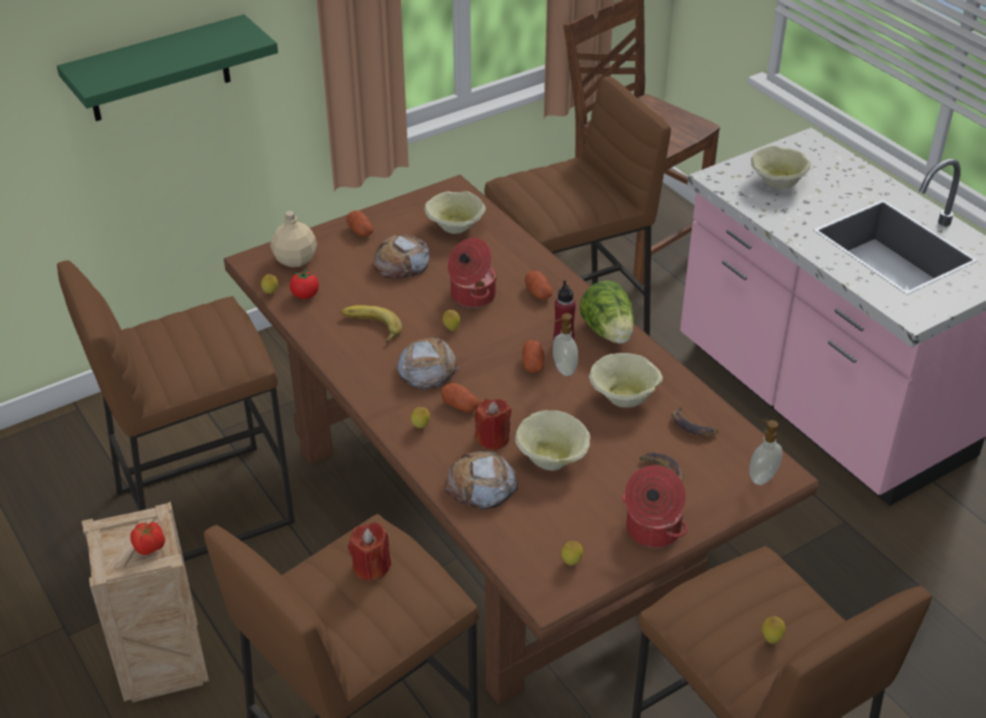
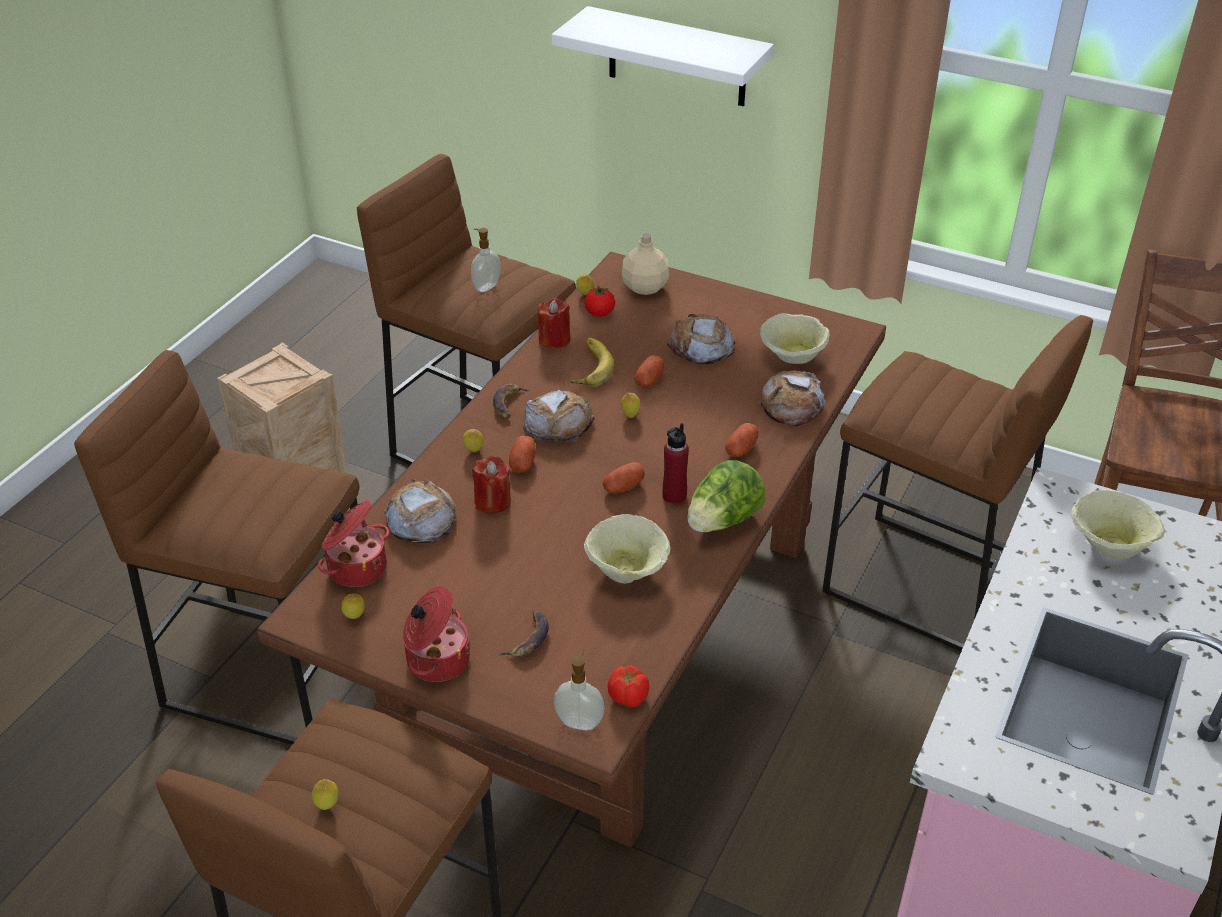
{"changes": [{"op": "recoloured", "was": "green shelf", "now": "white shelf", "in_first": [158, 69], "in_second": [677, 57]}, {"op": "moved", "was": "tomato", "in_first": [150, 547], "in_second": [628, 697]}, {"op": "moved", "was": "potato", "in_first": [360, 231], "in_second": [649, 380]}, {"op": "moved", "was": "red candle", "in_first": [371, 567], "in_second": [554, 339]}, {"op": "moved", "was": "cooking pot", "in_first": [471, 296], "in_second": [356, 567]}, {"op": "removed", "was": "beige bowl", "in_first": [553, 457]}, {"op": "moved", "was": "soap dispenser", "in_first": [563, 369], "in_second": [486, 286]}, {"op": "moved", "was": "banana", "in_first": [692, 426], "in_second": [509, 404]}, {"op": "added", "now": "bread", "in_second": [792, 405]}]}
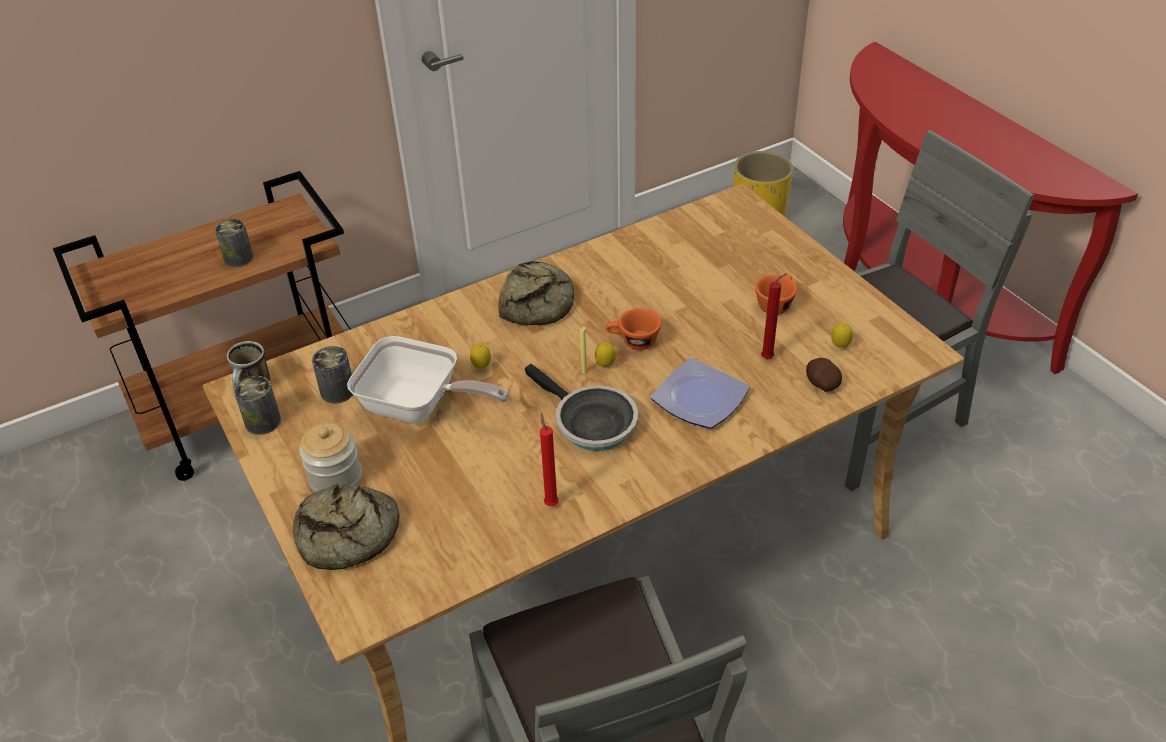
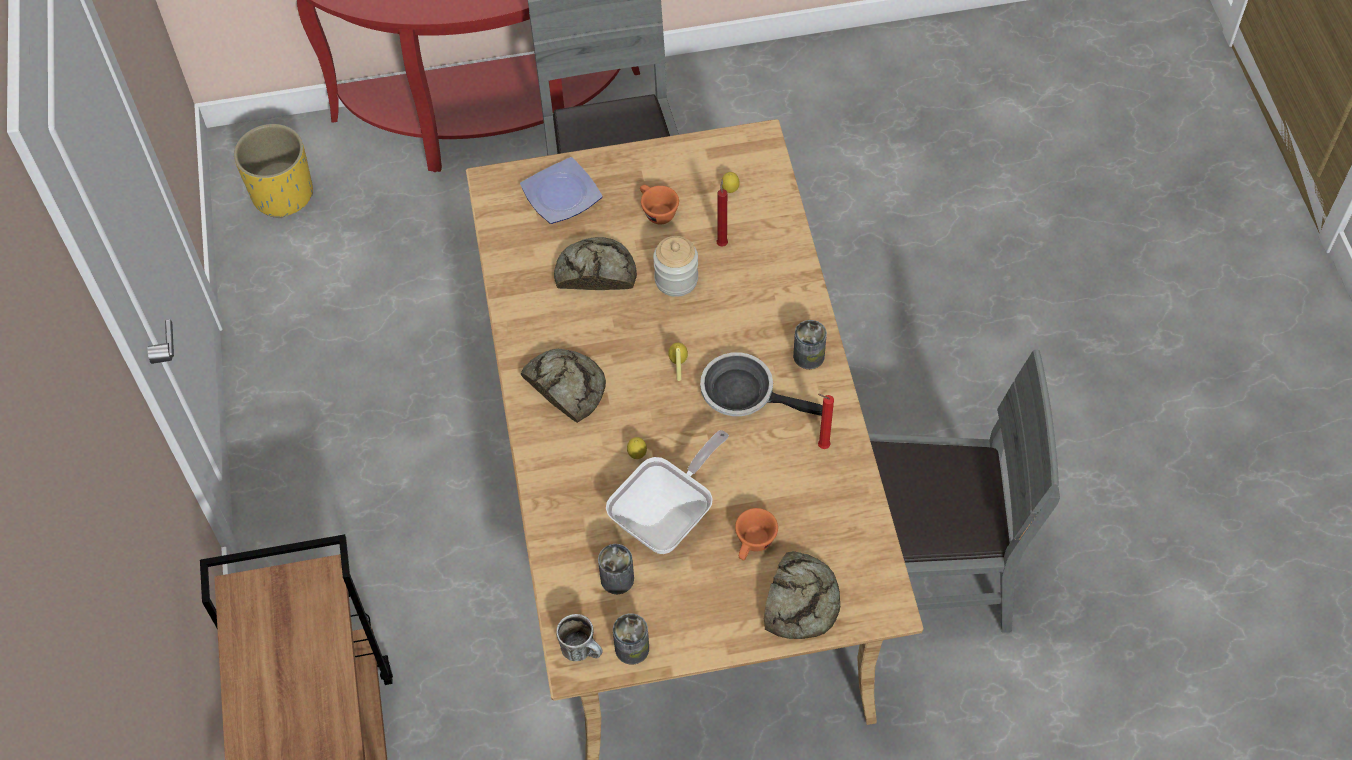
{"changes": [{"op": "moved", "was": "can", "in_first": [239, 258], "in_second": [808, 356]}, {"op": "moved", "was": "jar", "in_first": [336, 479], "in_second": [676, 279]}, {"op": "turned", "was": "frying pan", "in_first": [590, 423], "in_second": [744, 393], "clockwise": -135}, {"op": "moved", "was": "orange cup", "in_first": [633, 342], "in_second": [753, 544]}, {"op": "moved", "was": "plate", "in_first": [697, 399], "in_second": [561, 196]}, {"op": "removed", "was": "potato", "in_first": [821, 384]}, {"op": "added", "now": "bread", "in_second": [595, 272]}]}
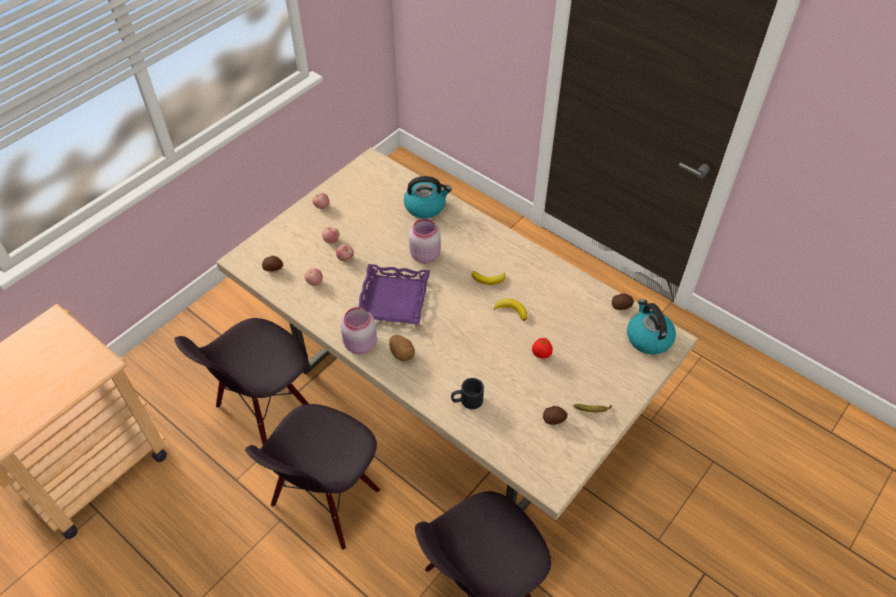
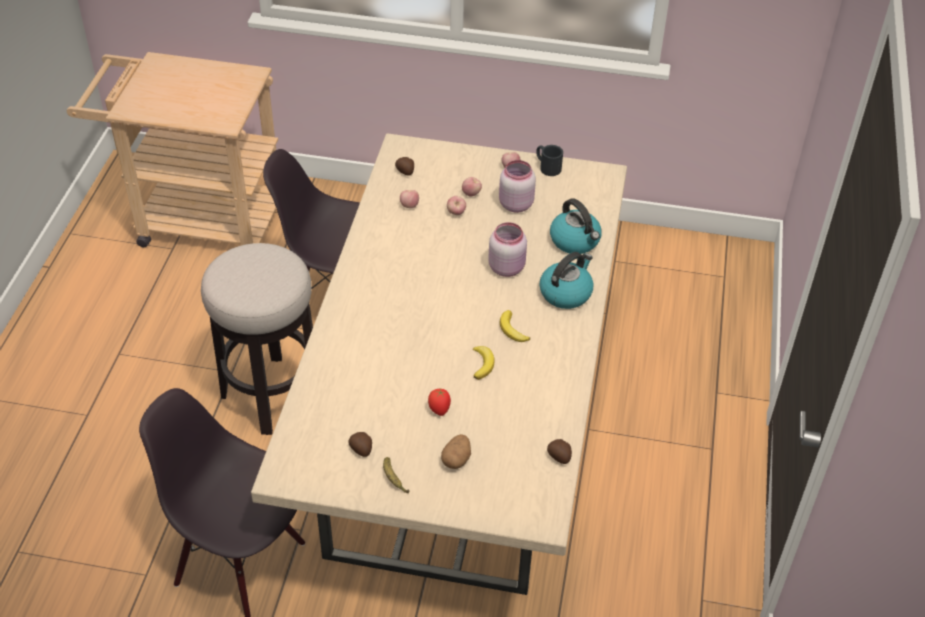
{"changes": [{"op": "replaced", "was": "black chair", "now": "stool", "in_first": [326, 500], "in_second": [271, 395]}, {"op": "moved", "was": "pink jar", "in_first": [359, 345], "in_second": [515, 204]}, {"op": "removed", "was": "purple tray", "in_first": [394, 299]}, {"op": "moved", "was": "potato", "in_first": [402, 353], "in_second": [456, 459]}, {"op": "moved", "was": "black mug", "in_first": [467, 401], "in_second": [547, 167]}, {"op": "moved", "was": "kettle", "in_first": [648, 338], "in_second": [566, 292]}]}
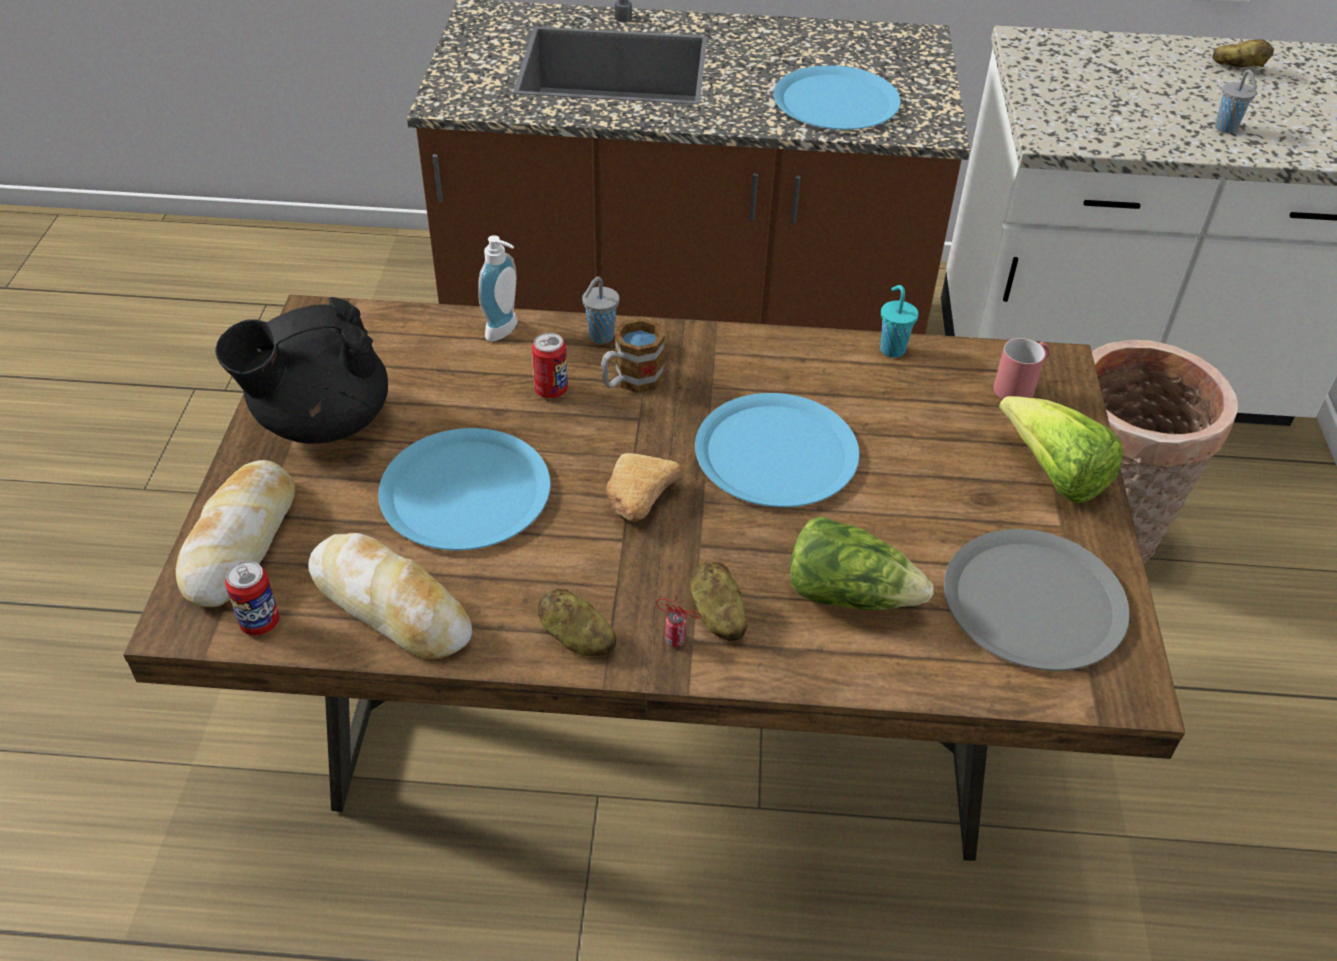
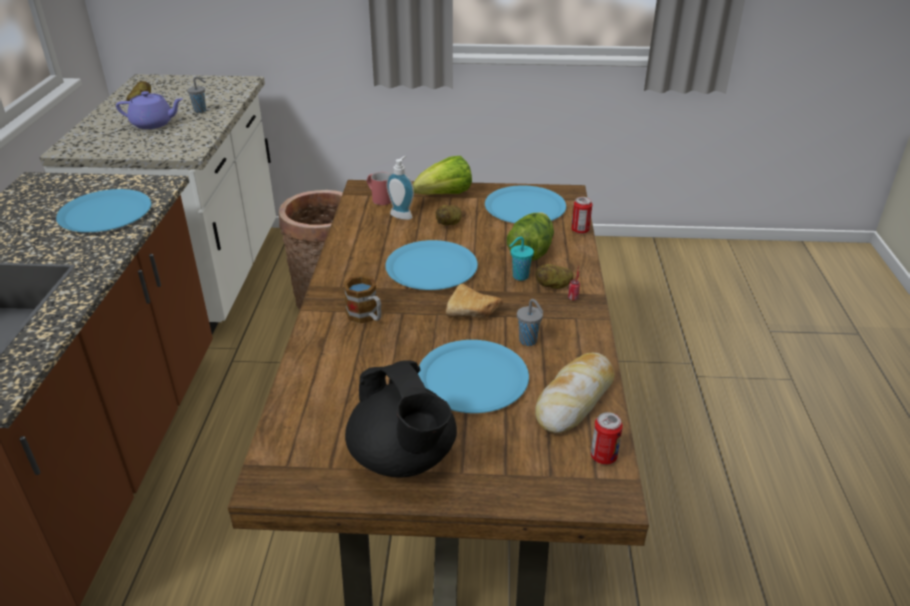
{"changes": [{"op": "removed", "was": "bread", "in_first": [241, 542]}, {"op": "moved", "was": "soap dispenser", "in_first": [505, 331], "in_second": [402, 214]}, {"op": "moved", "was": "can", "in_first": [551, 390], "in_second": [580, 230]}, {"op": "moved", "was": "potato", "in_first": [576, 639], "in_second": [449, 223]}, {"op": "moved", "was": "grey cup", "in_first": [600, 337], "in_second": [529, 341]}, {"op": "moved", "was": "turquoise cup", "in_first": [892, 349], "in_second": [519, 277]}, {"op": "recoloured", "was": "grey plate", "now": "blue plate", "in_first": [1034, 601], "in_second": [525, 207]}, {"op": "added", "now": "purple teapot", "in_second": [153, 124]}]}
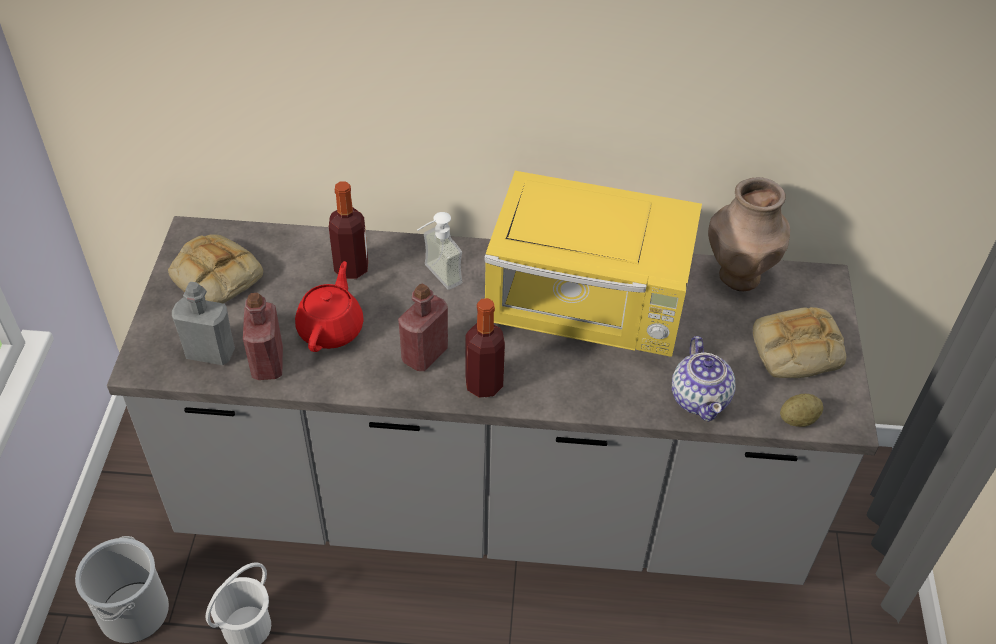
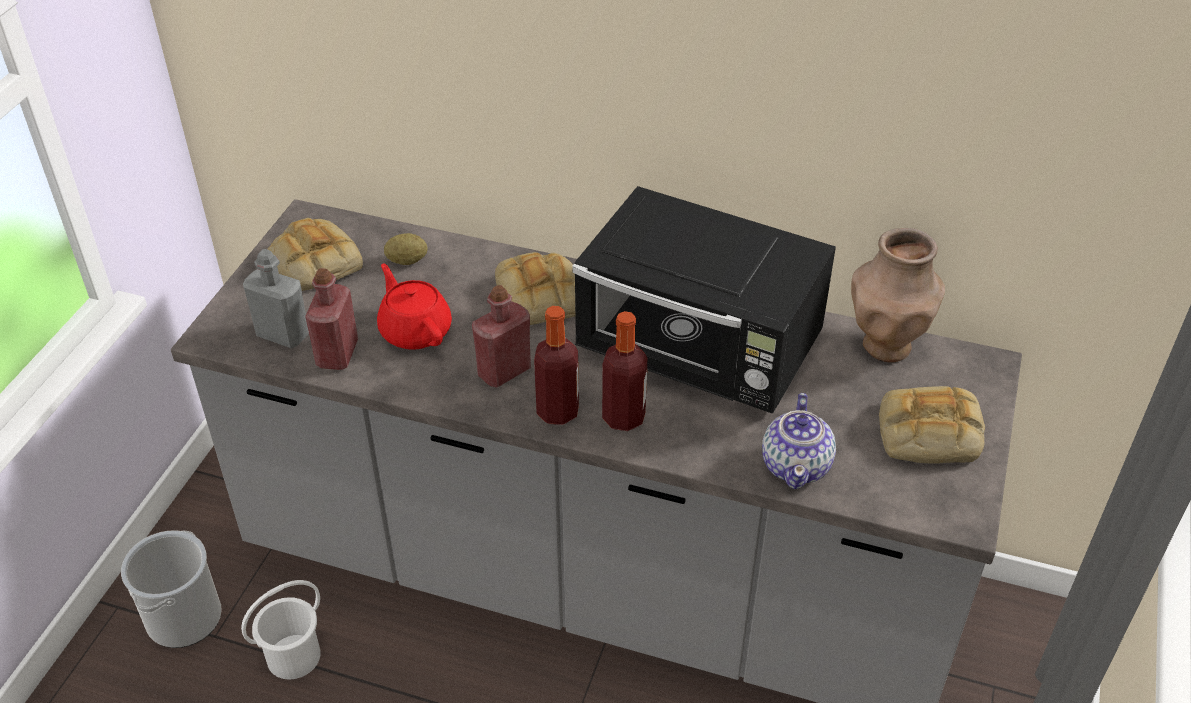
{"changes": [{"op": "turned", "was": "red teapot", "in_first": [331, 328], "in_second": [415, 330], "clockwise": -60}, {"op": "moved", "was": "bottle", "in_first": [351, 268], "in_second": [623, 417]}, {"op": "replaced", "was": "soap dispenser", "now": "bread", "in_first": [435, 278], "in_second": [542, 297]}, {"op": "recoloured", "was": "yellow microwave", "now": "black microwave", "in_first": [588, 310], "in_second": [700, 354]}, {"op": "moved", "was": "potato", "in_first": [798, 419], "in_second": [407, 261]}]}
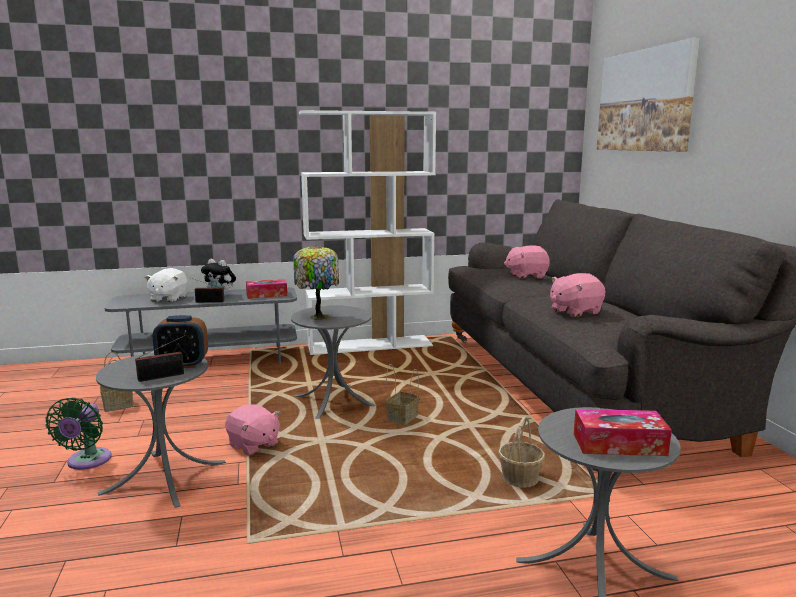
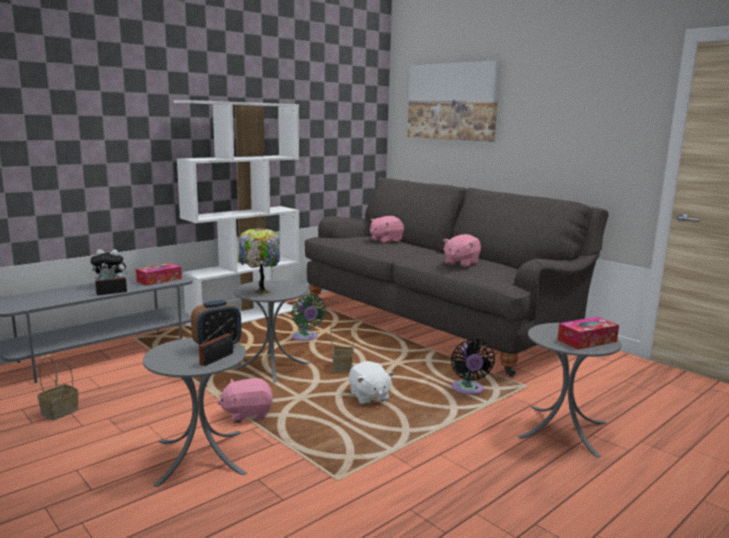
{"changes": [{"op": "moved", "was": "green fan", "in_first": [87, 462], "in_second": [305, 338]}, {"op": "moved", "was": "white plush toy", "in_first": [168, 299], "in_second": [369, 397]}, {"op": "turned", "was": "pink plush toy", "in_first": [253, 445], "in_second": [247, 414], "clockwise": 150}, {"op": "replaced", "was": "basket", "now": "black fan", "in_first": [520, 479], "in_second": [468, 390]}]}
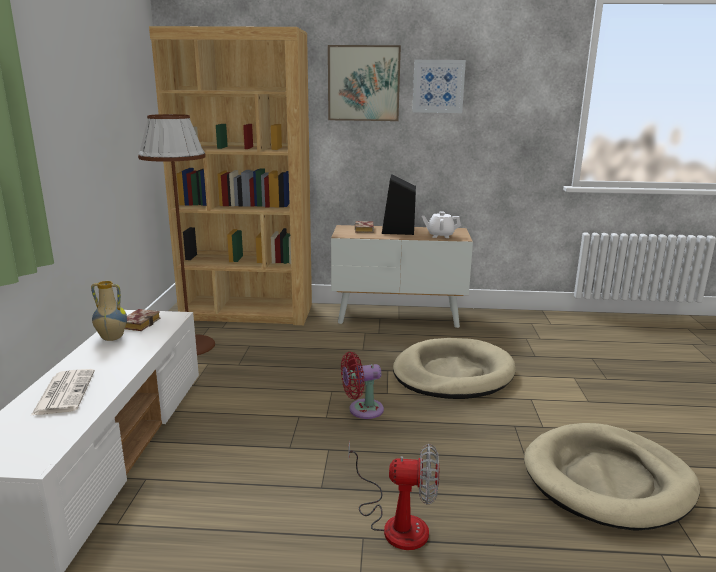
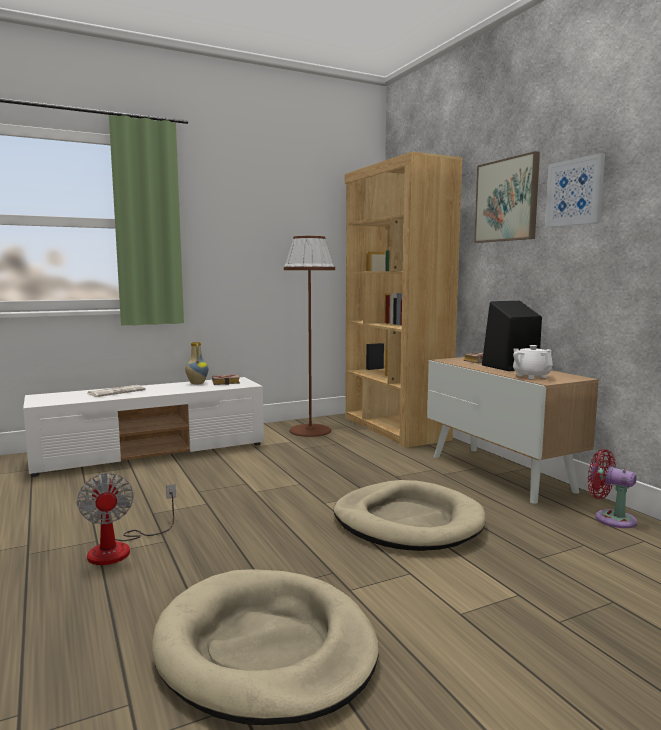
{"changes": [{"op": "moved", "was": "red fan", "in_first": [362, 410], "in_second": [610, 518]}]}
